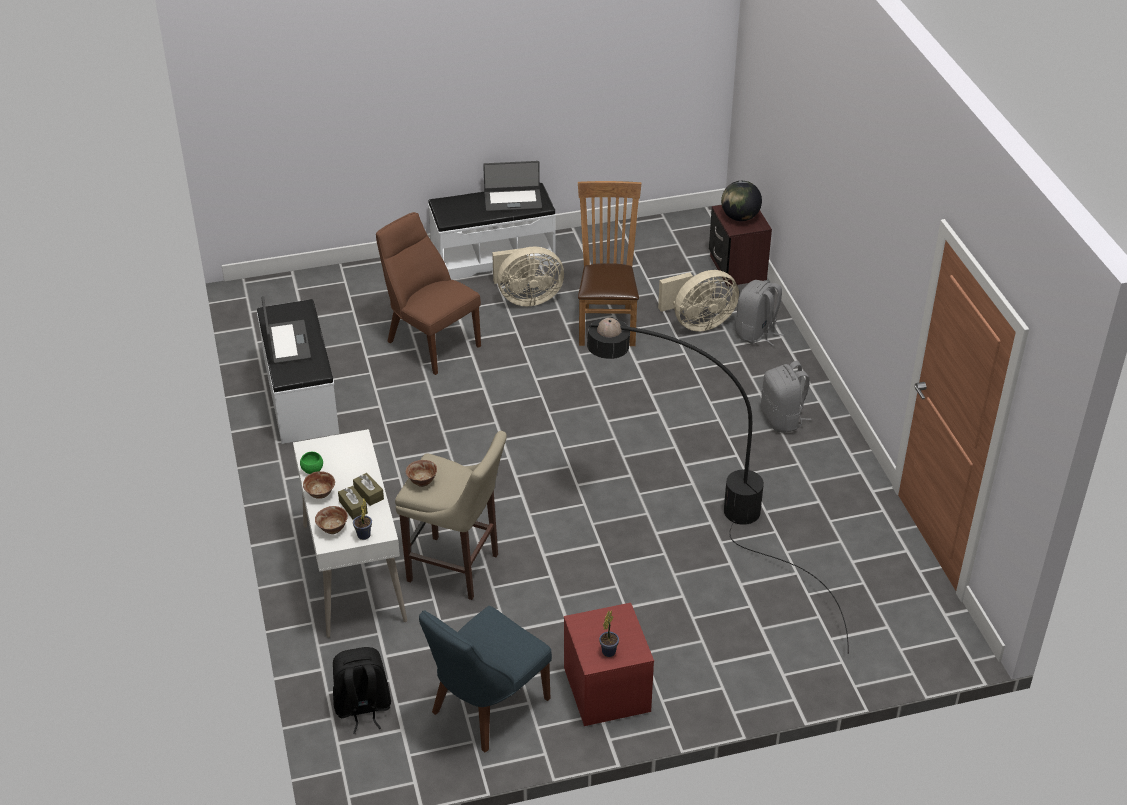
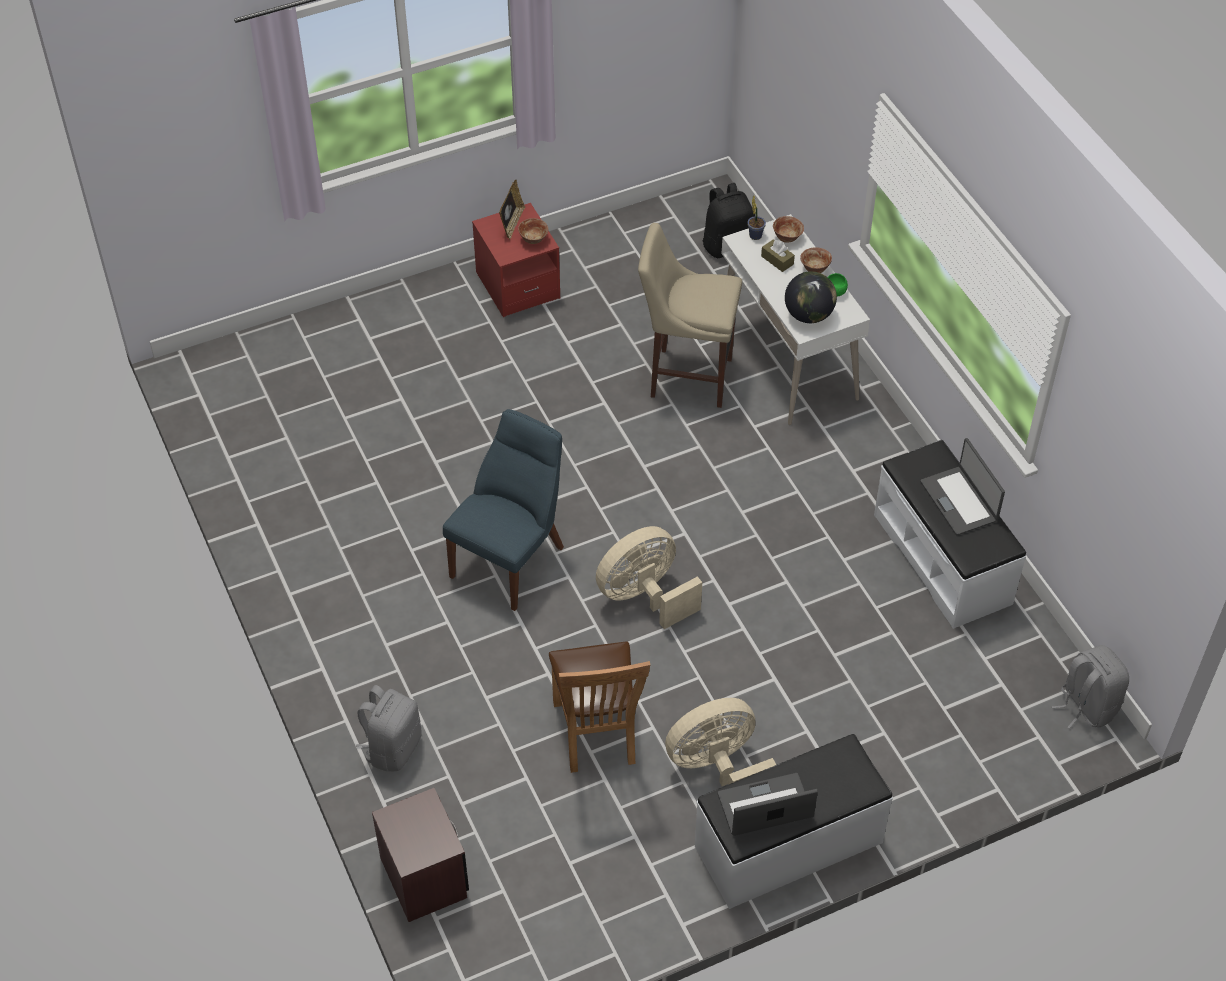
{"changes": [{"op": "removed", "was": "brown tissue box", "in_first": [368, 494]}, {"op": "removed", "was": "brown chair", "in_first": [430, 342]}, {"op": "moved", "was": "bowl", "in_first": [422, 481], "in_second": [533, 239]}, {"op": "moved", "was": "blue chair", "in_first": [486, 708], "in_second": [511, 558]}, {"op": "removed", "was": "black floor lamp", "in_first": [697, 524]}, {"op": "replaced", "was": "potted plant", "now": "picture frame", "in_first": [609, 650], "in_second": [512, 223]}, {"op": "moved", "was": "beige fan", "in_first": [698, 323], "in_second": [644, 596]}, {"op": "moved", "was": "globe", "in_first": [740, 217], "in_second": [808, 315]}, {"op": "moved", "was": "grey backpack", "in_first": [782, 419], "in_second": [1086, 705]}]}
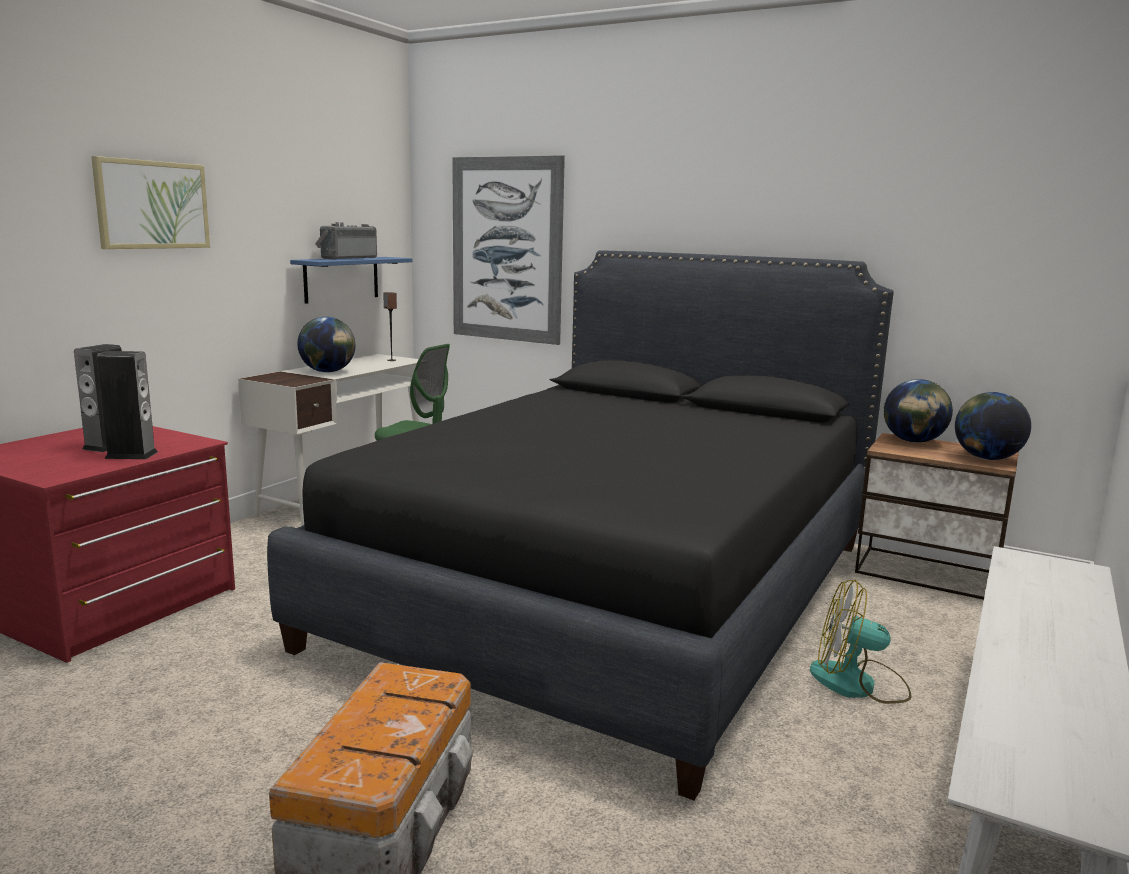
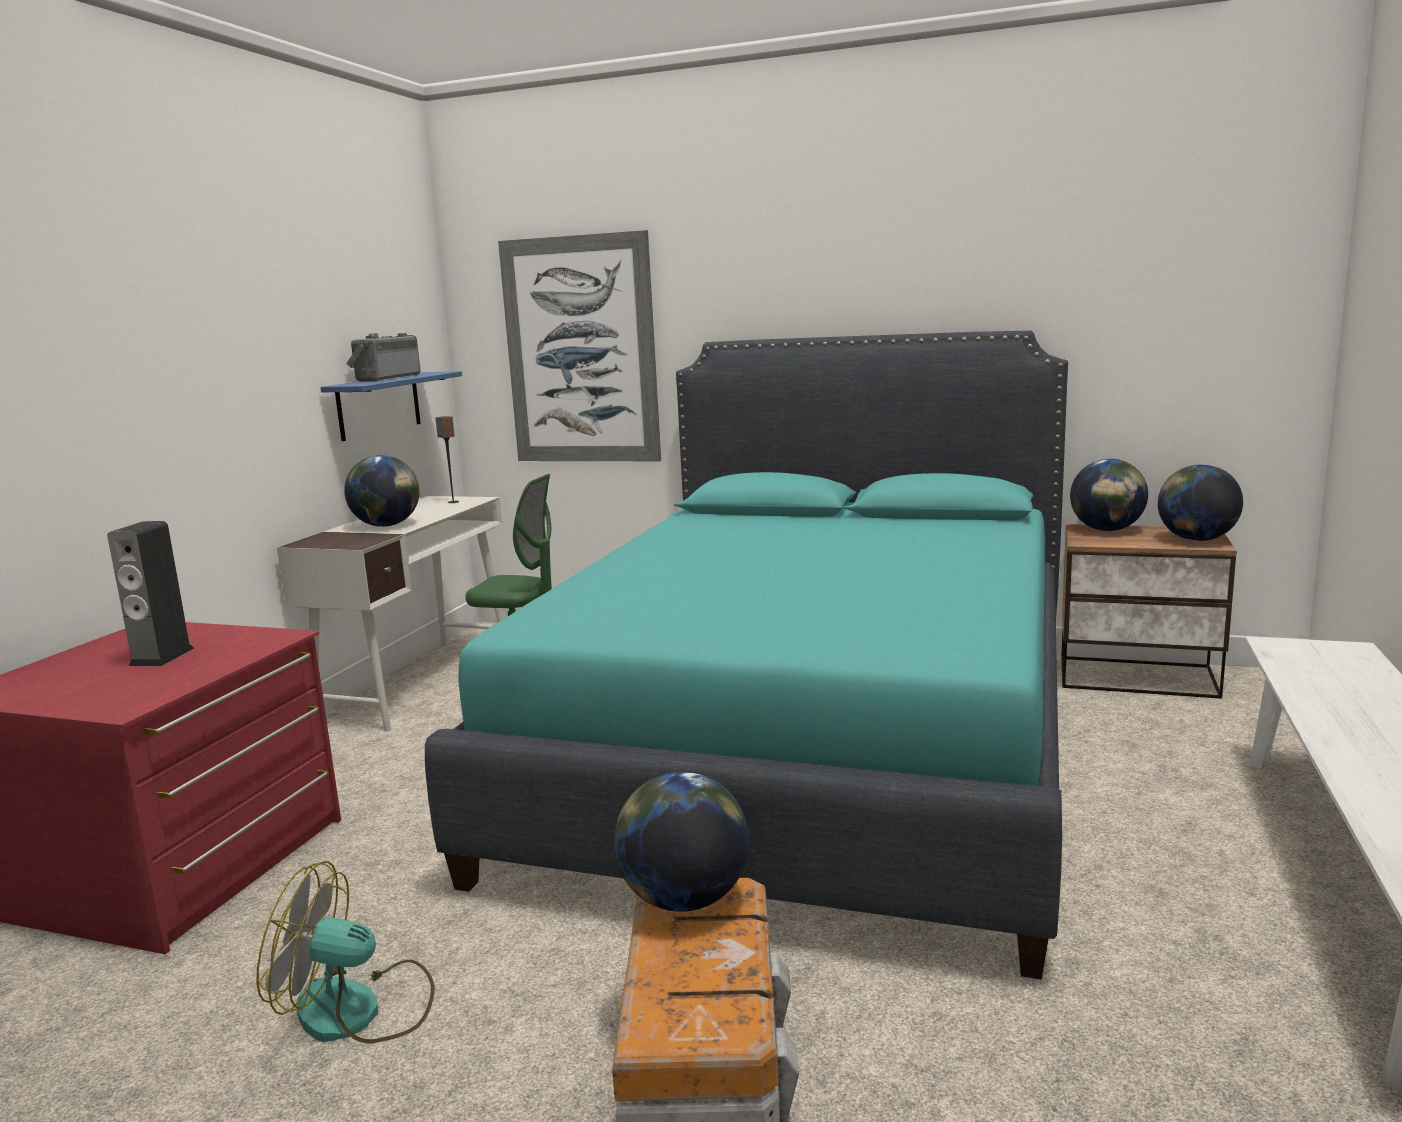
{"changes": [{"op": "removed", "was": "picture", "in_first": [152, 205]}, {"op": "removed", "was": "speaker", "in_first": [131, 455]}, {"op": "recoloured", "was": "black bed", "now": "turquoise bed", "in_first": [615, 591], "in_second": [813, 749]}, {"op": "moved", "was": "fan", "in_first": [858, 684], "in_second": [358, 1011]}, {"op": "added", "now": "globe", "in_second": [684, 899]}]}
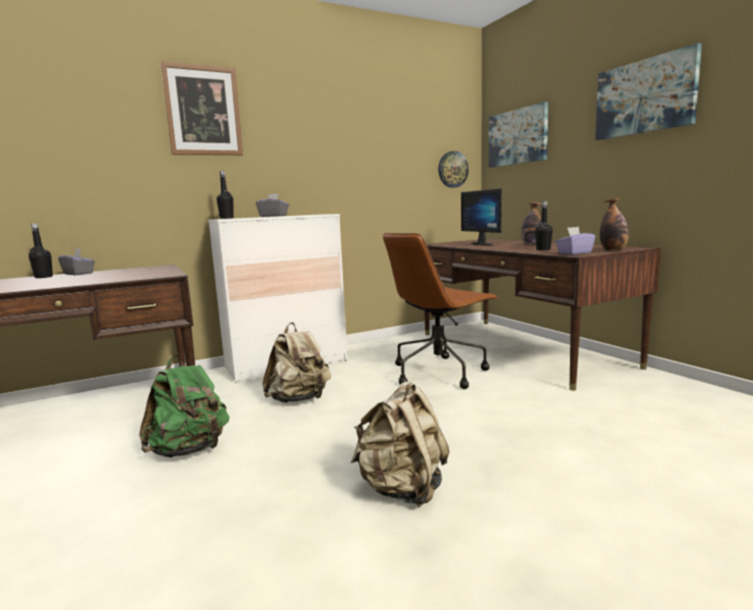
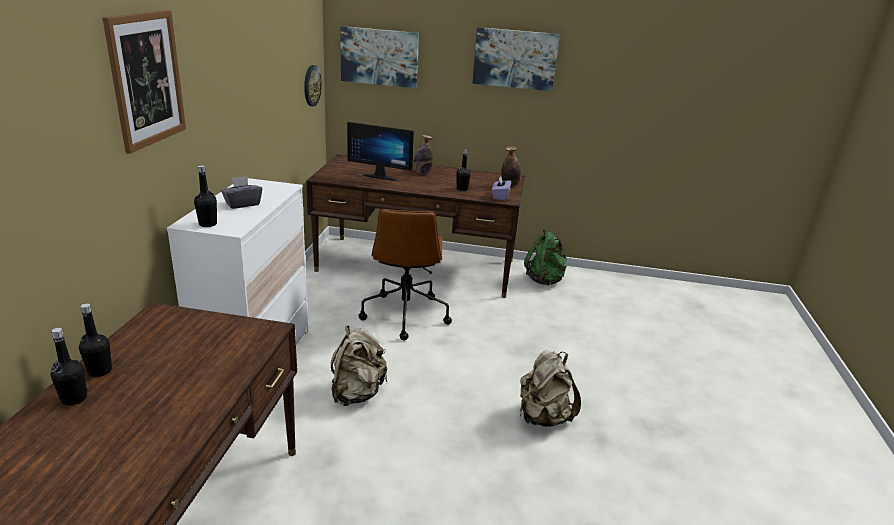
{"changes": [{"op": "replaced", "was": "grey tissue box", "now": "black bottle", "in_first": [79, 274], "in_second": [100, 371]}, {"op": "moved", "was": "green backpack", "in_first": [189, 450], "in_second": [545, 280]}]}
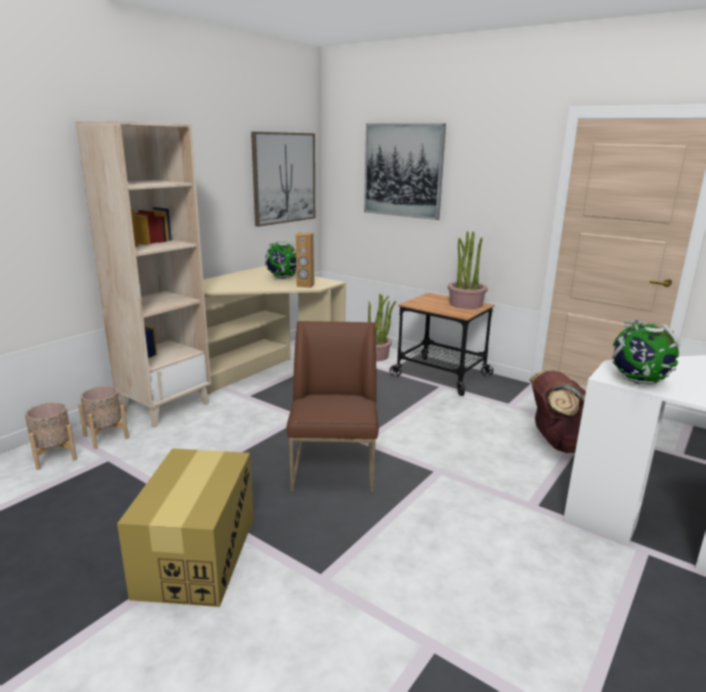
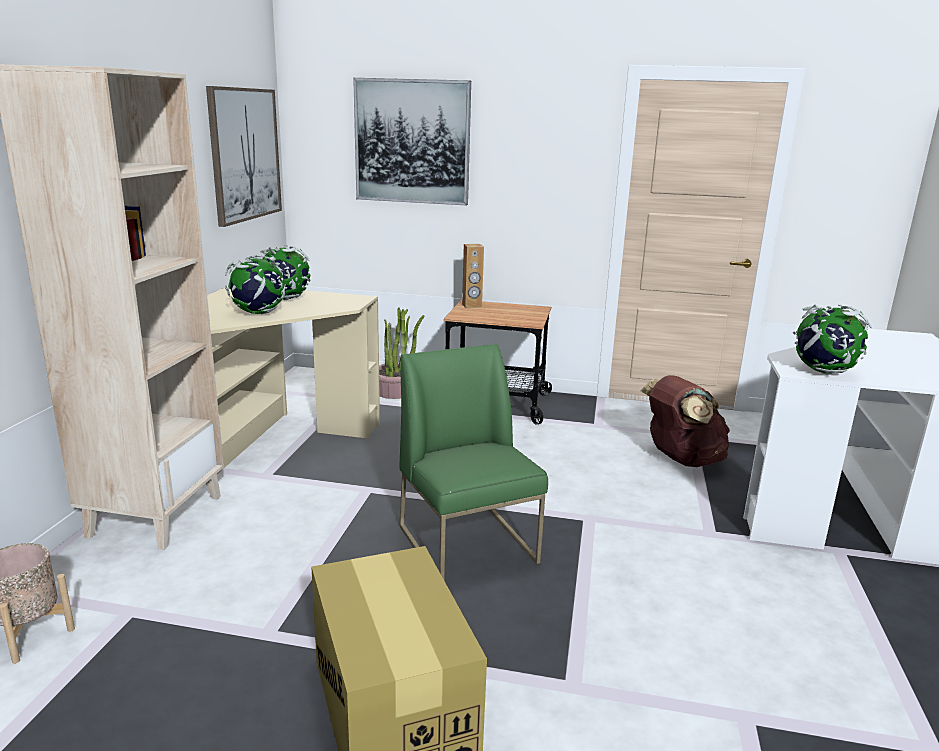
{"changes": [{"op": "removed", "was": "beige planter", "in_first": [106, 437]}, {"op": "recoloured", "was": "brown chair", "now": "green chair", "in_first": [334, 468], "in_second": [468, 544]}, {"op": "moved", "was": "brown speaker", "in_first": [305, 285], "in_second": [472, 305]}, {"op": "removed", "was": "potted plant", "in_first": [465, 304]}, {"op": "added", "now": "globe", "in_second": [258, 313]}]}
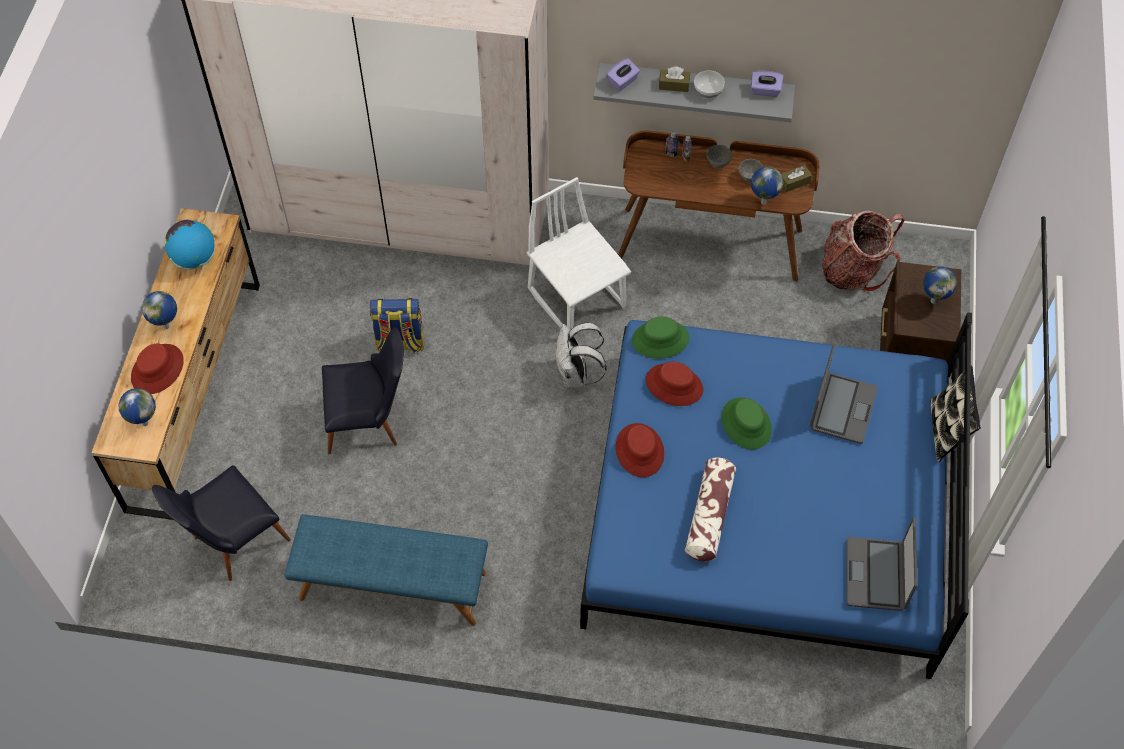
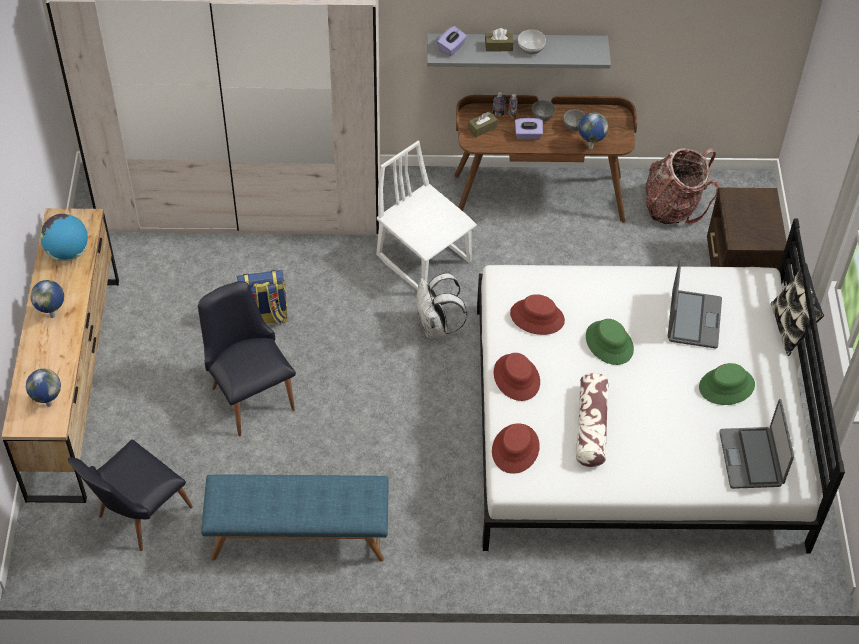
{"changes": [{"op": "moved", "was": "red hat", "in_first": [157, 369], "in_second": [515, 449]}, {"op": "turned", "was": "black chair", "in_first": [370, 423], "in_second": [249, 392], "clockwise": -105}, {"op": "recoloured", "was": "blue bed", "now": "white bed", "in_first": [768, 508], "in_second": [635, 423]}, {"op": "moved", "was": "green hat", "in_first": [660, 340], "in_second": [726, 386]}, {"op": "moved", "was": "purple tissue box", "in_first": [765, 91], "in_second": [528, 135]}, {"op": "moved", "was": "brown tissue box", "in_first": [794, 182], "in_second": [482, 128]}, {"op": "removed", "was": "globe", "in_first": [933, 301]}]}
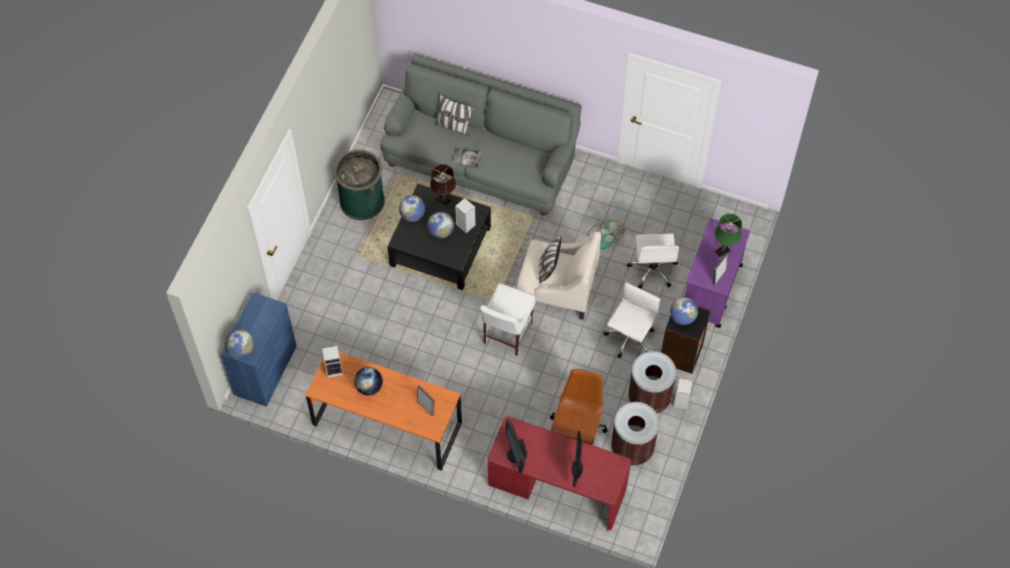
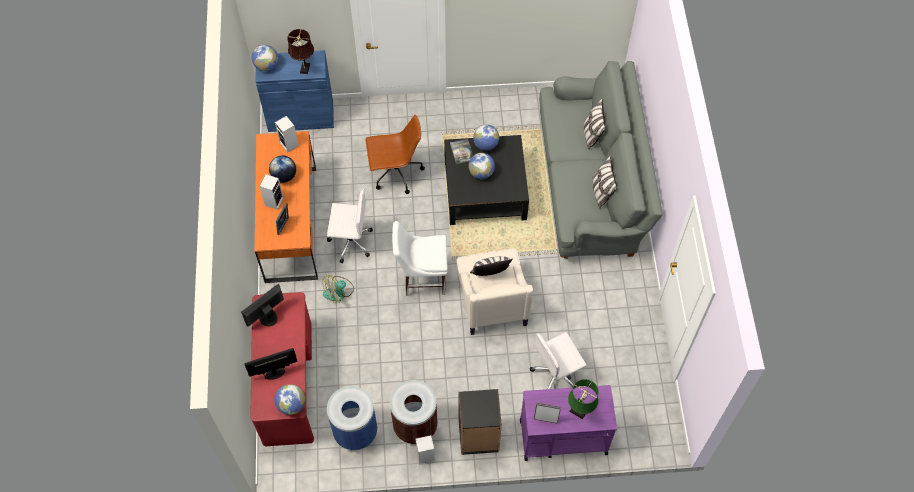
{"changes": [{"op": "removed", "was": "green trash can", "in_first": [362, 200]}, {"op": "moved", "was": "brown table lamp", "in_first": [443, 200], "in_second": [304, 69]}, {"op": "moved", "was": "book", "in_first": [466, 158], "in_second": [462, 152]}, {"op": "moved", "was": "speaker", "in_first": [465, 224], "in_second": [274, 201]}, {"op": "moved", "was": "brown office chair", "in_first": [576, 432], "in_second": [395, 173]}, {"op": "moved", "was": "fan", "in_first": [605, 236], "in_second": [338, 292]}, {"op": "moved", "was": "white office chair", "in_first": [629, 339], "in_second": [350, 241]}, {"op": "recoloured", "was": "brown trash can", "now": "blue trash can", "in_first": [632, 449], "in_second": [355, 431]}, {"op": "moved", "was": "globe", "in_first": [682, 317], "in_second": [291, 405]}, {"op": "added", "now": "pillow", "in_second": [601, 192]}]}
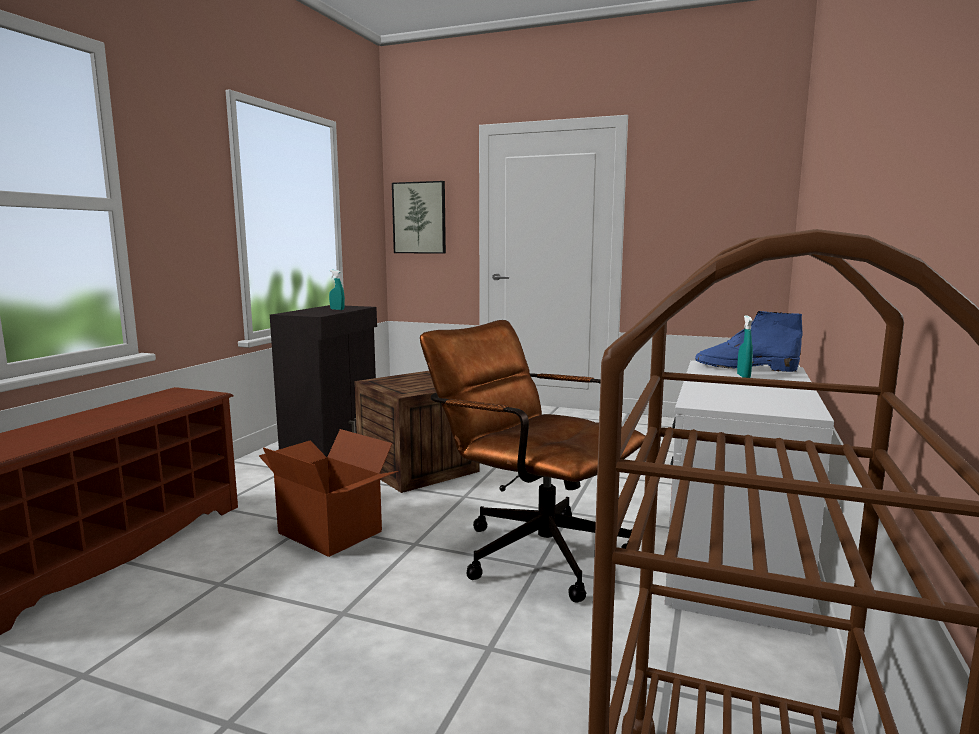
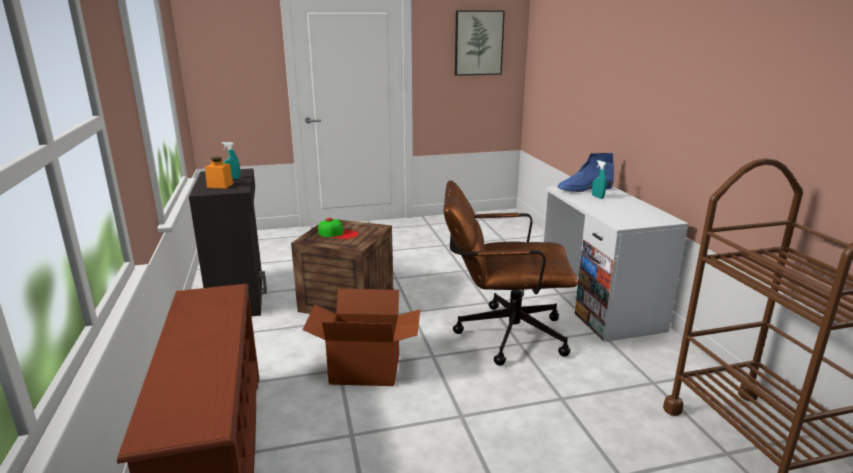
{"changes": [{"op": "moved", "was": "picture", "in_first": [419, 218], "in_second": [478, 43]}, {"op": "added", "now": "orange jar", "in_second": [220, 185]}, {"op": "added", "now": "cap", "in_second": [338, 233]}]}
